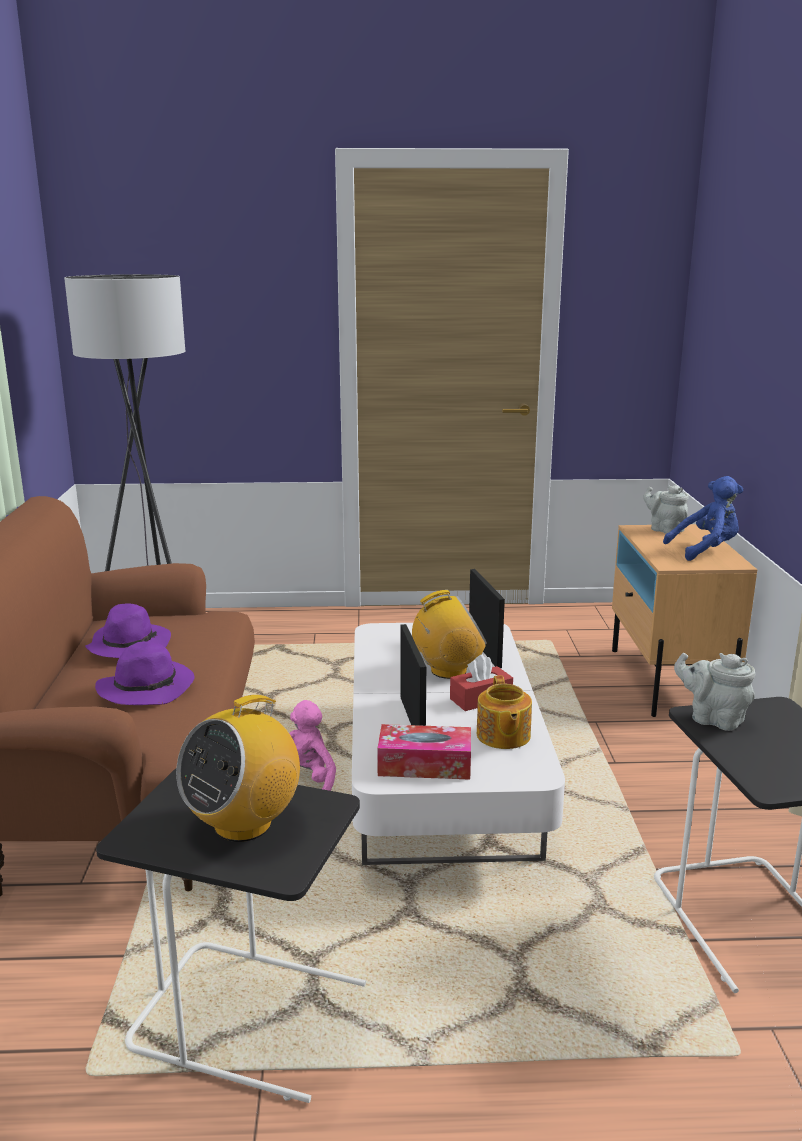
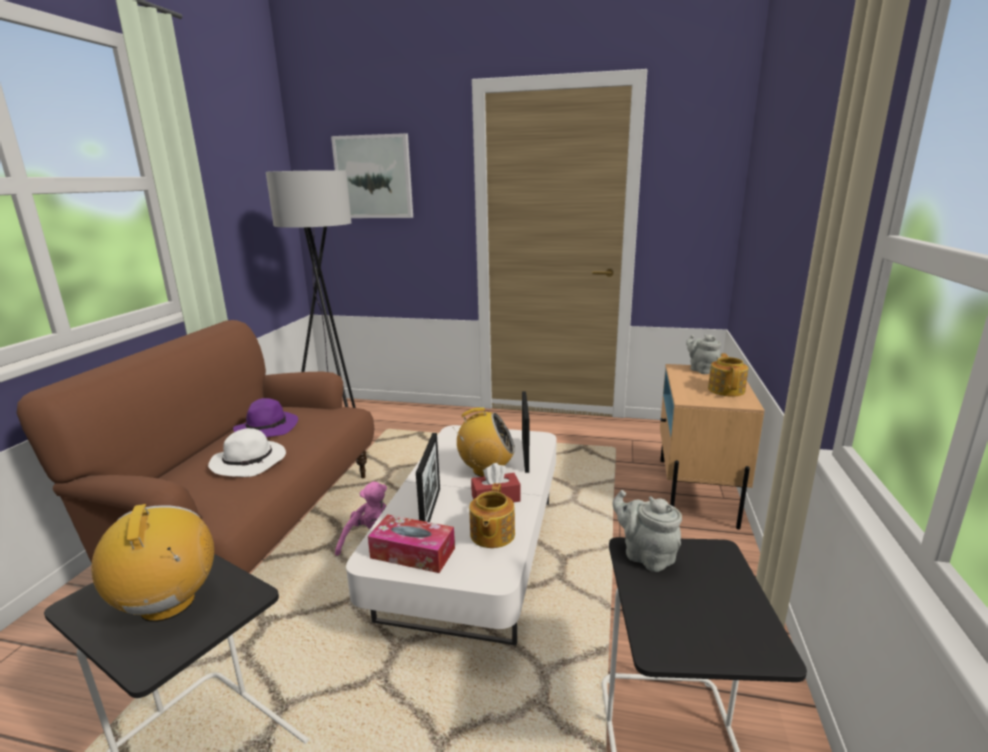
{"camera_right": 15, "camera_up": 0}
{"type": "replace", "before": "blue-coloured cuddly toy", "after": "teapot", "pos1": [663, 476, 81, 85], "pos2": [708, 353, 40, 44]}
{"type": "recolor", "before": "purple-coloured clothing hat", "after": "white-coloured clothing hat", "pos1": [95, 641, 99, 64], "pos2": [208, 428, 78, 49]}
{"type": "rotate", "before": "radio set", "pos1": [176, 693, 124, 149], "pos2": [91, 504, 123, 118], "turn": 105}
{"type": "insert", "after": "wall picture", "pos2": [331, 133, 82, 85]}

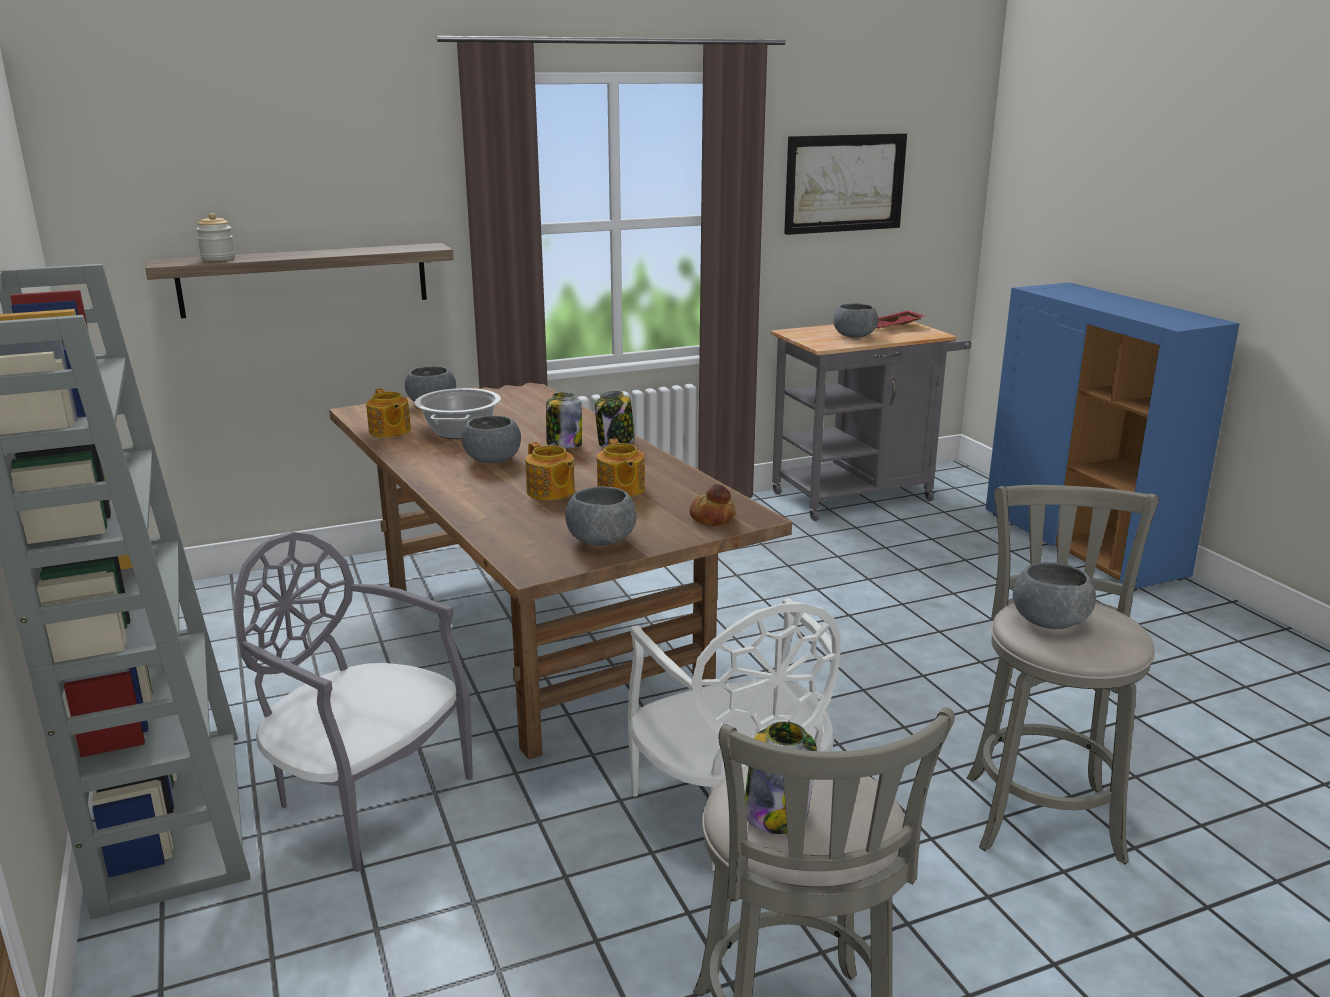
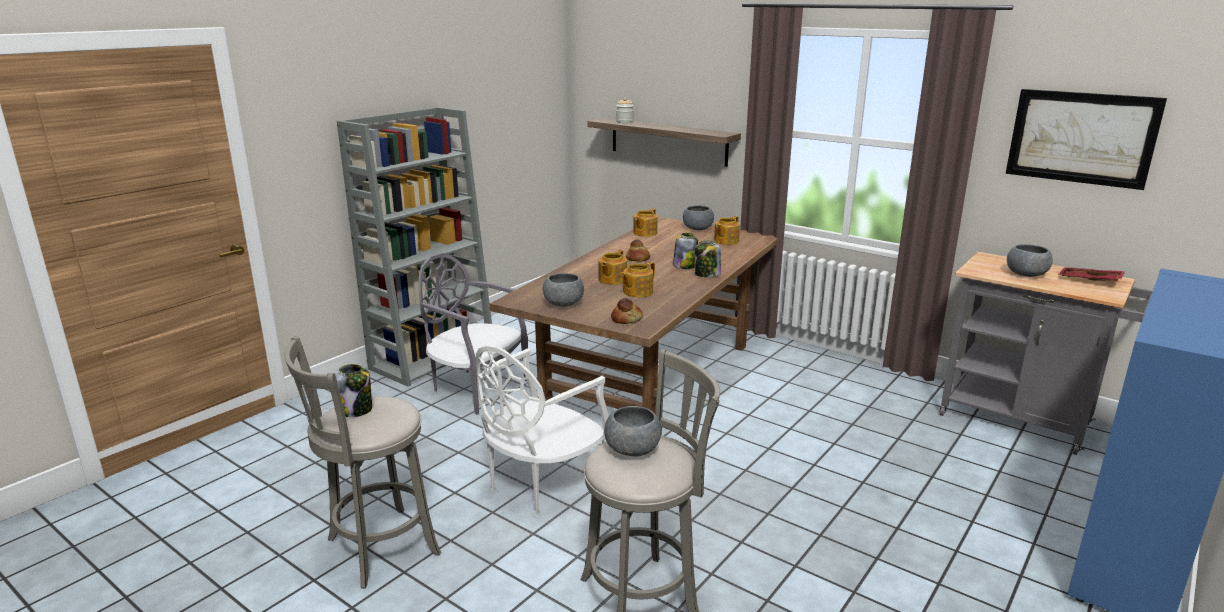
{"camera_right": 60, "camera_up": 0}
{"type": "delete", "before": "cooking pot", "pos1": [414, 388, 87, 51]}
{"type": "replace", "before": "greyish deep dish", "after": "baked bread", "pos1": [462, 416, 59, 47], "pos2": [626, 239, 24, 23]}
{"type": "rotate", "before": "greyish upright chair", "pos1": [235, 532, 238, 340], "pos2": [418, 253, 110, 162], "turn": -60}
{"type": "insert", "after": "teapot", "pos2": [714, 216, 26, 29]}

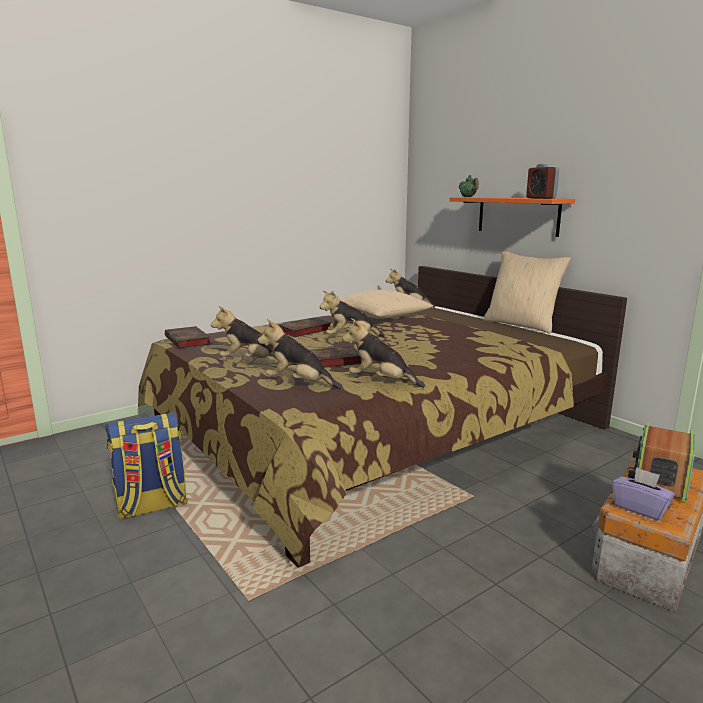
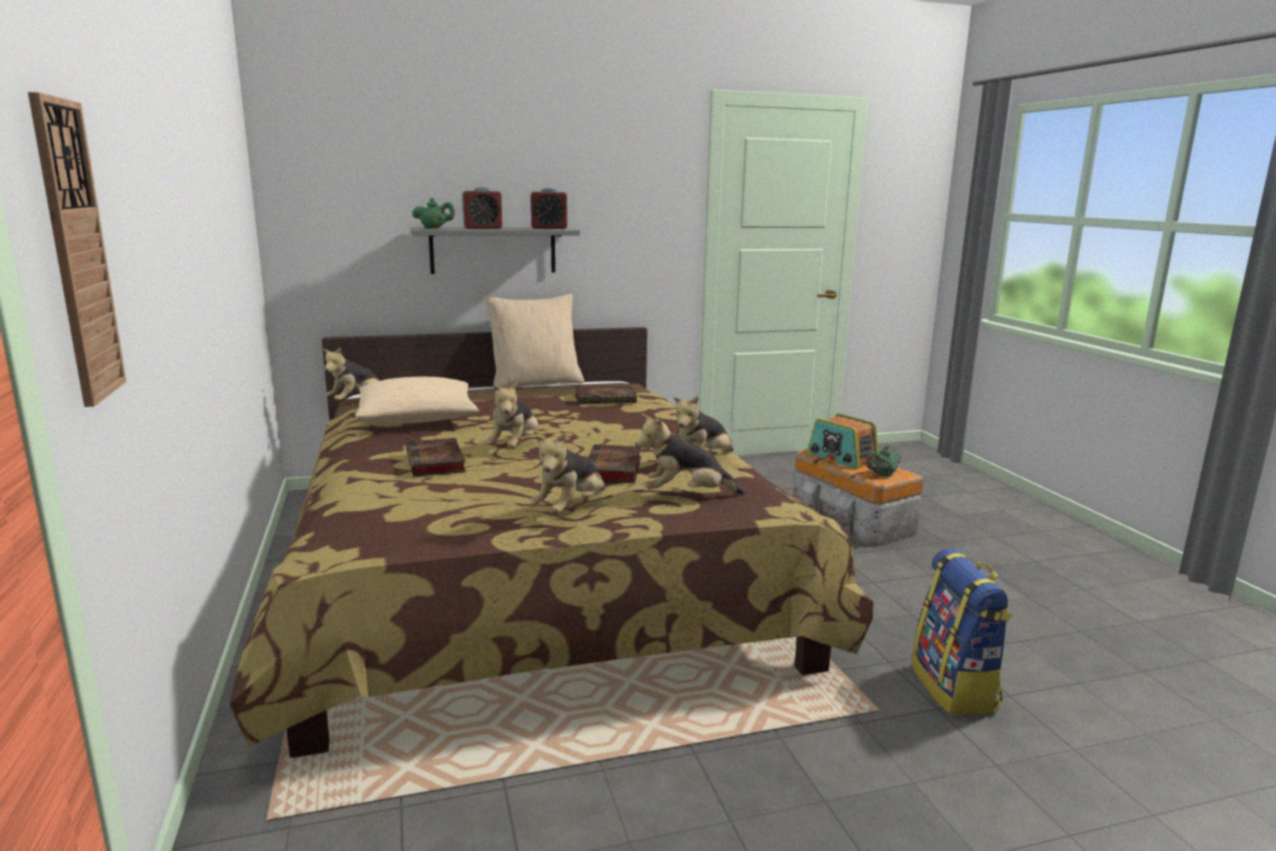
{"camera_right": -70, "camera_up": 0}
{"type": "recolor", "before": "orangey bracket shelf", "after": "greyish bracket shelf", "pos1": [449, 197, 126, 40], "pos2": [410, 227, 170, 47]}
{"type": "rotate", "before": "cuddly toy", "pos1": [258, 319, 85, 70], "pos2": [635, 414, 110, 80], "turn": 45}
{"type": "move", "before": "bound book", "pos1": [165, 326, 46, 22], "pos2": [574, 386, 63, 18]}
{"type": "move", "before": "rucksack", "pos1": [105, 412, 83, 108], "pos2": [912, 549, 100, 166]}
{"type": "replace", "before": "purple-coloured tissue holder", "after": "green teapot", "pos1": [612, 467, 63, 54], "pos2": [866, 446, 36, 30]}
{"type": "insert", "after": "hanging clock", "pos2": [28, 92, 99, 315]}
{"type": "insert", "after": "table clock", "pos2": [462, 187, 40, 42]}

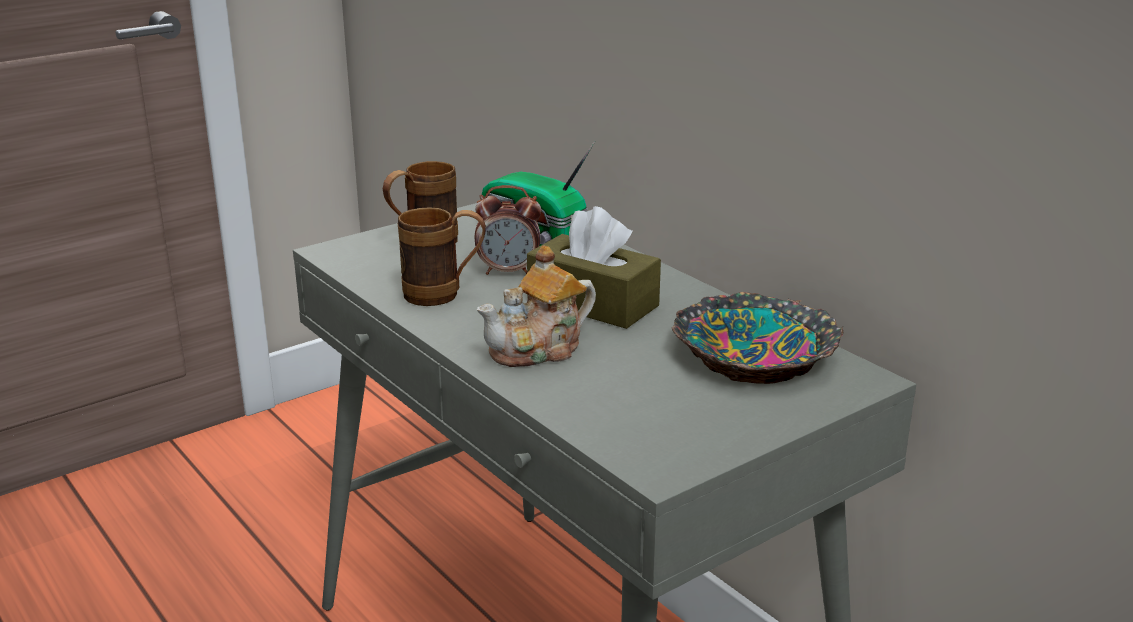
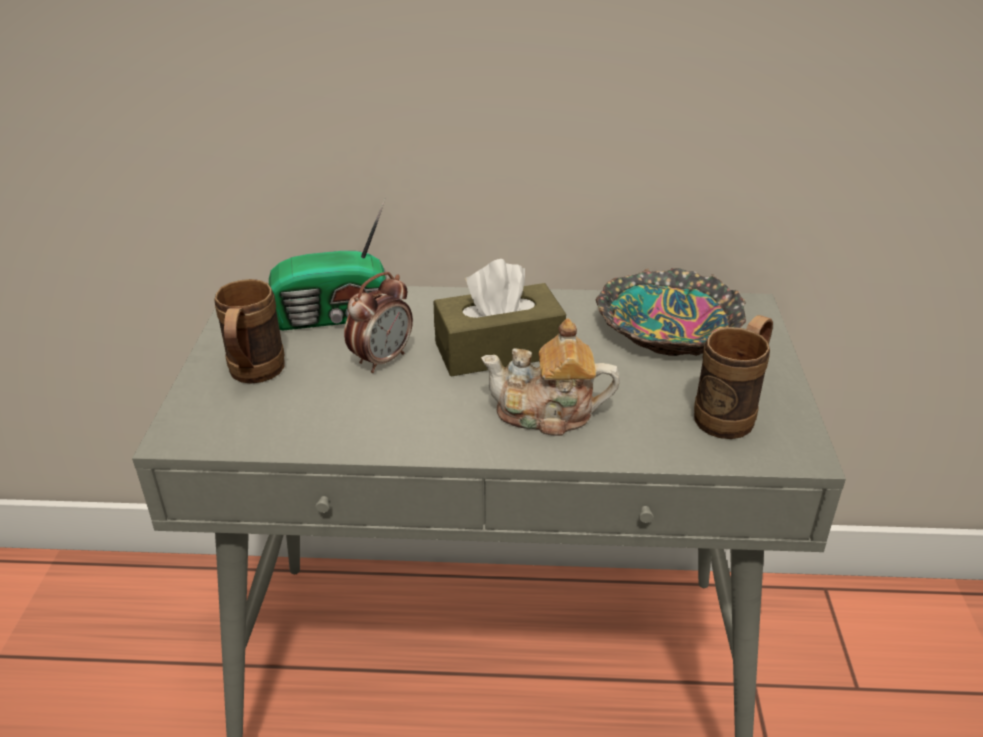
{"camera_right": -50, "camera_up": 10}
{"type": "move", "before": "brownish mug", "pos1": [398, 207, 88, 99], "pos2": [694, 315, 79, 124]}
{"type": "rotate", "before": "teapot", "pos1": [477, 245, 119, 122], "pos2": [481, 319, 139, 117], "turn": 90}

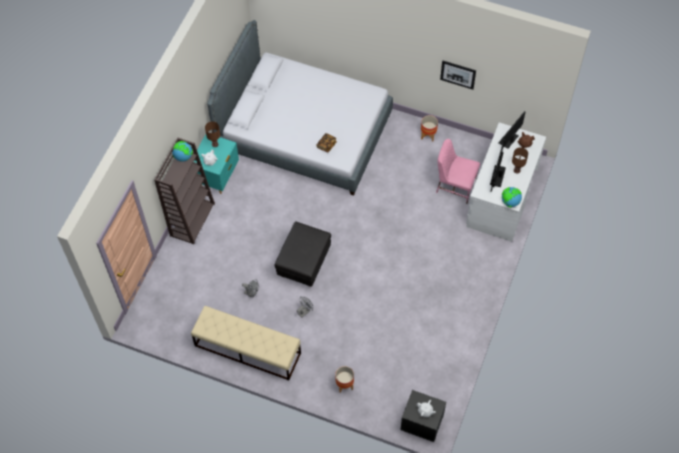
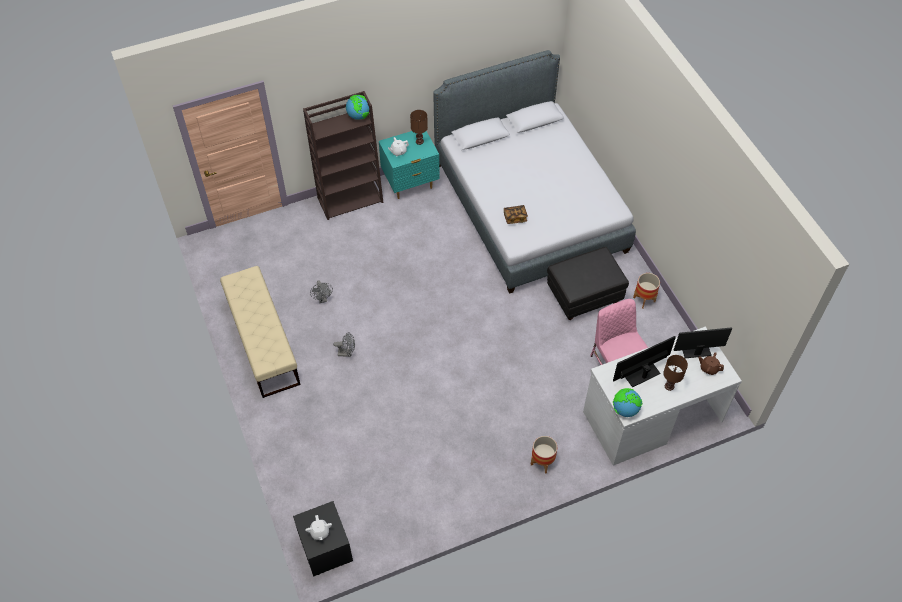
{"camera_right": 45, "camera_up": -5}
{"type": "delete", "before": "wall picture", "pos1": [440, 61, 36, 29]}
{"type": "move", "before": "black-coloured ottoman", "pos1": [275, 221, 56, 66], "pos2": [547, 247, 82, 73]}
{"type": "move", "before": "flower pot", "pos1": [335, 366, 19, 27], "pos2": [531, 436, 26, 38]}

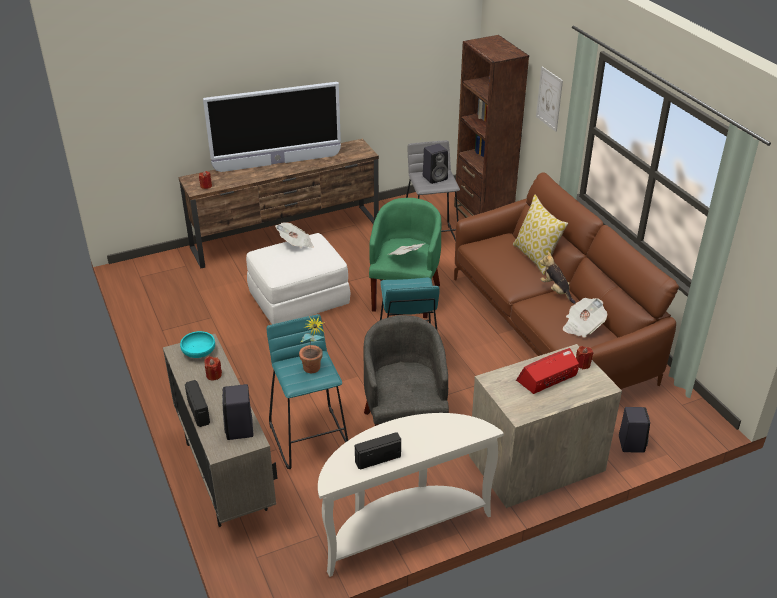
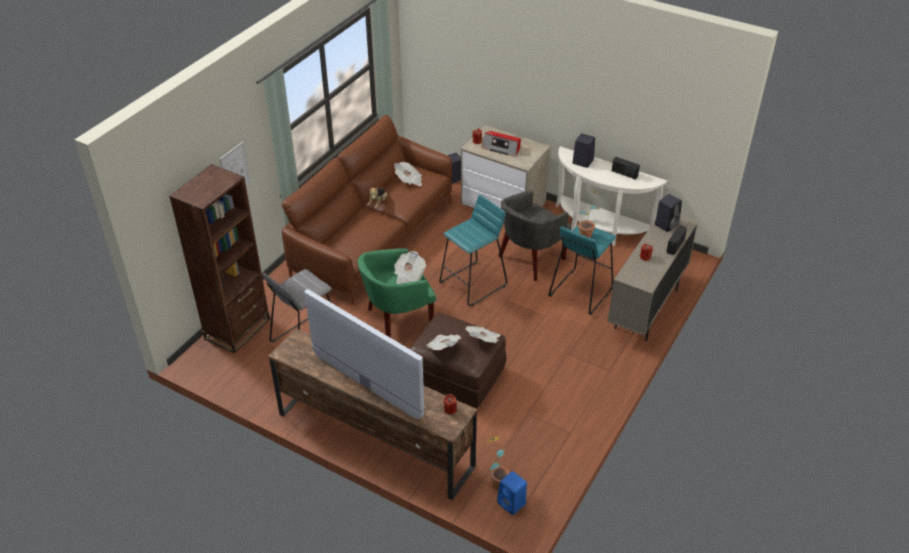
{"camera_right": -125, "camera_up": 5}
{"type": "move", "before": "black-coloured speaker", "pos1": [423, 144, 25, 40], "pos2": [573, 133, 22, 35]}
{"type": "delete", "before": "pillow", "pos1": [513, 195, 55, 80]}
{"type": "recolor", "before": "white-coloured ottoman", "after": "brownish ottoman", "pos1": [246, 233, 104, 91], "pos2": [410, 312, 97, 96]}
{"type": "delete", "before": "blue-green deep dish", "pos1": [180, 331, 35, 27]}
{"type": "insert", "after": "daily paper", "pos2": [466, 326, 35, 17]}
{"type": "insert", "after": "houseplant", "pos2": [486, 436, 23, 53]}
{"type": "insert", "after": "blue-coloured speaker", "pos2": [497, 471, 30, 44]}

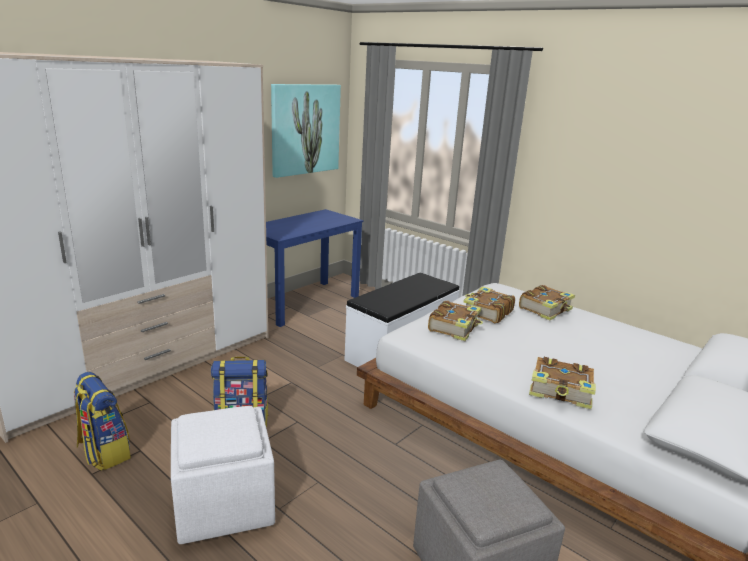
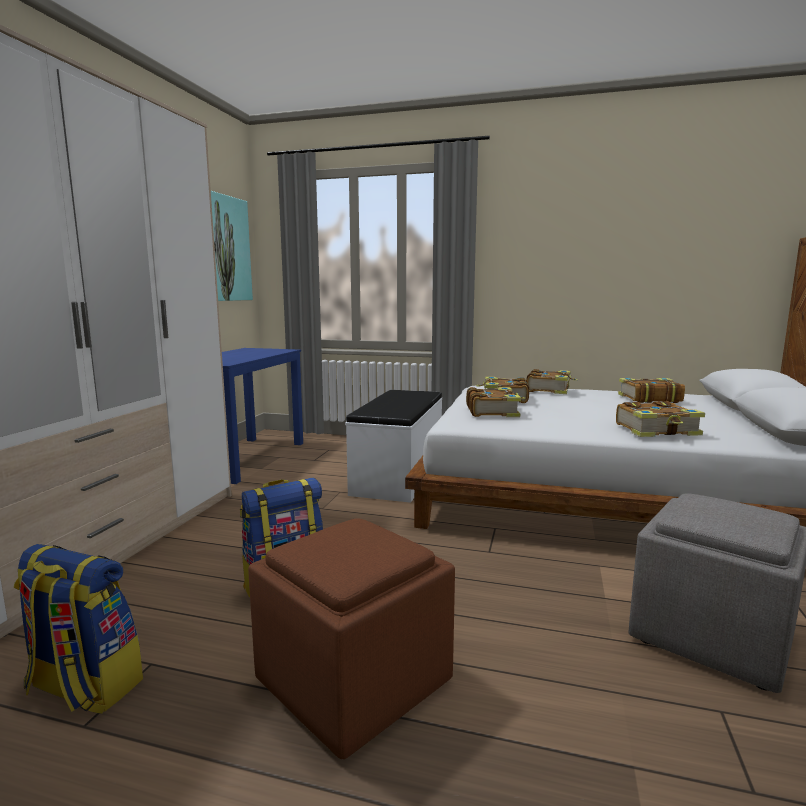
{"camera_right": -25, "camera_up": -10}
{"type": "recolor", "before": "white-coloured ottoman", "after": "brownish ottoman", "pos1": [171, 406, 104, 138], "pos2": [248, 518, 207, 241]}
{"type": "insert", "after": "bound book", "pos2": [618, 378, 67, 25]}

